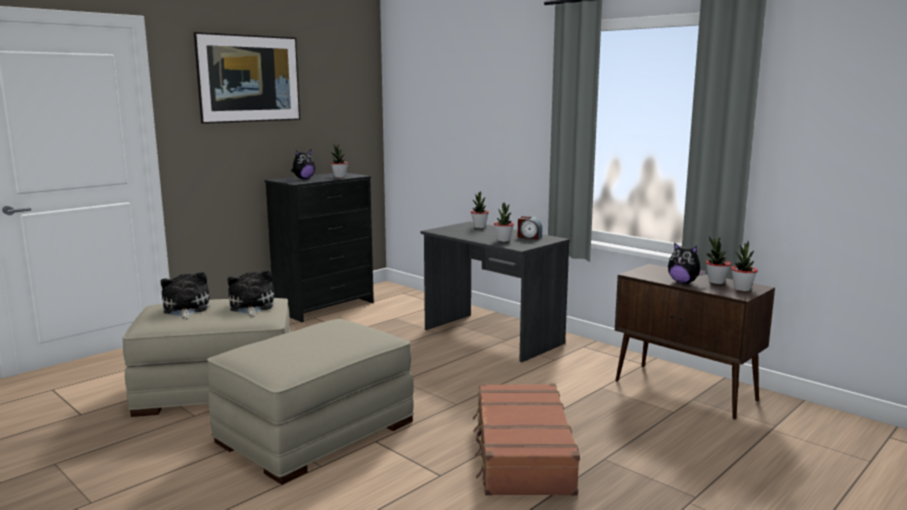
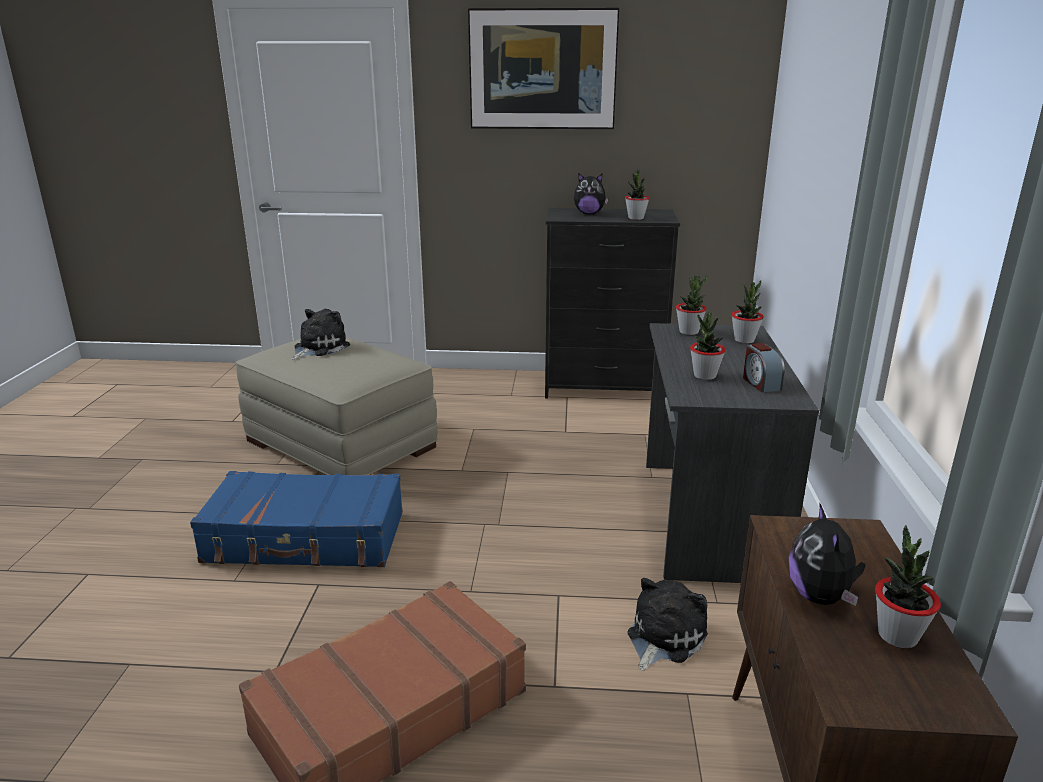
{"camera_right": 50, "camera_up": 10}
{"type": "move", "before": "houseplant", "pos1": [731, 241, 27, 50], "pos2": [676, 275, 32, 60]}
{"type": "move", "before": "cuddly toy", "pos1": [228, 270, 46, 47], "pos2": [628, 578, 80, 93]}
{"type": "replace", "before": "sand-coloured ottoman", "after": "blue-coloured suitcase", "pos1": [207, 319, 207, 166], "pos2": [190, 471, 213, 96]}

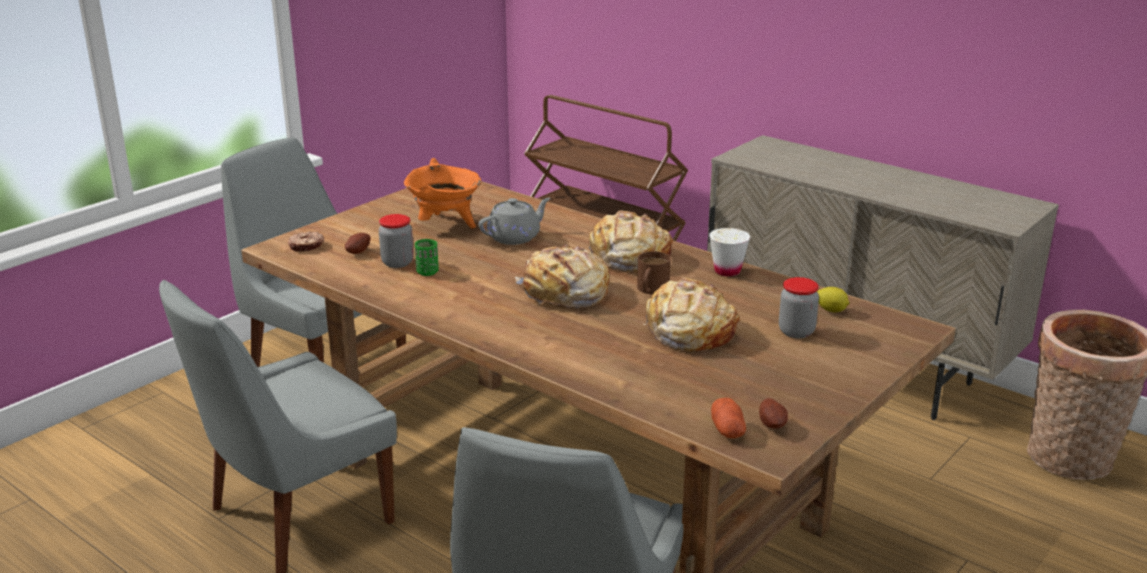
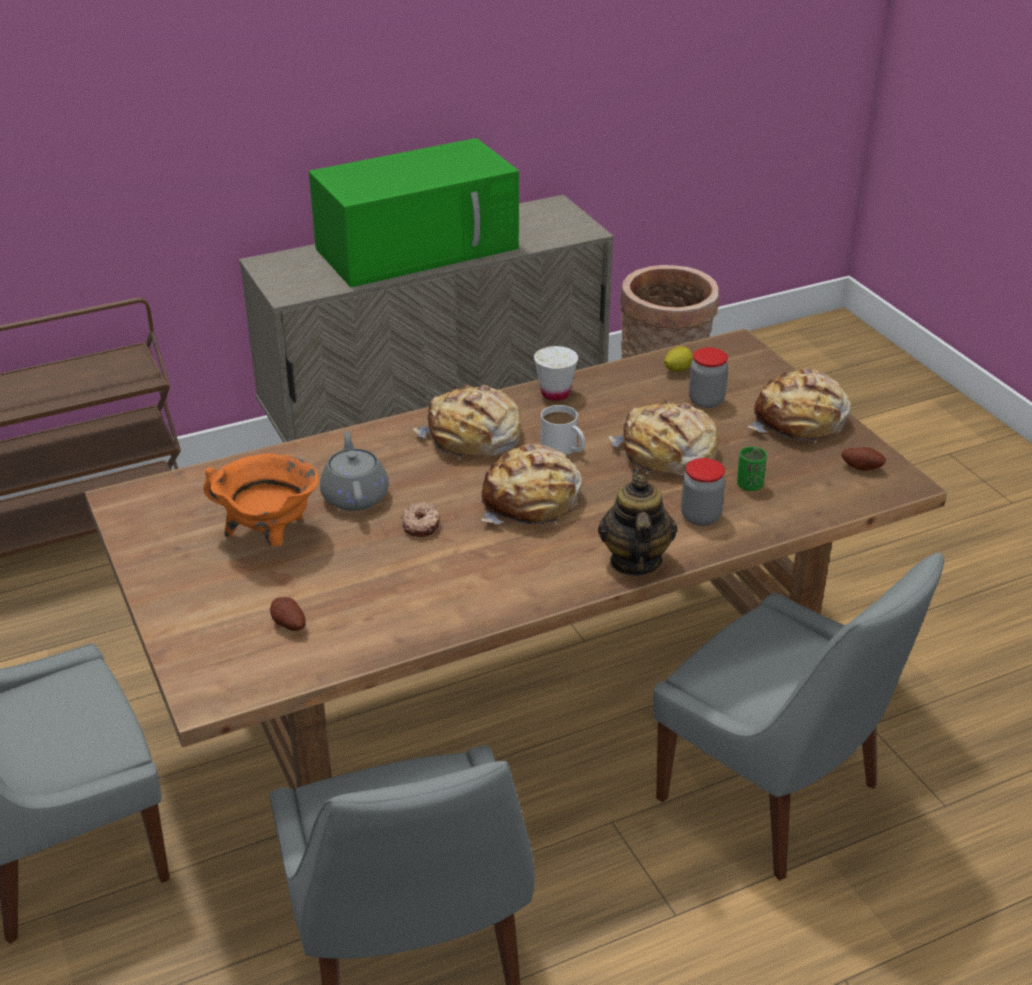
{"camera_right": -65, "camera_up": 10}
{"type": "move", "before": "preserve jar", "pos1": [379, 214, 35, 54], "pos2": [681, 458, 44, 68]}
{"type": "move", "before": "ring doughnut", "pos1": [288, 231, 36, 20], "pos2": [401, 502, 39, 35]}
{"type": "move", "before": "green drinking cup", "pos1": [415, 239, 24, 37], "pos2": [737, 447, 30, 44]}
{"type": "recolor", "before": "brownish mug", "after": "white-coloured mug", "pos1": [637, 251, 34, 44], "pos2": [541, 405, 44, 50]}
{"type": "delete", "before": "spud", "pos1": [711, 398, 35, 40]}
{"type": "insert", "after": "green kitchen microwave", "pos2": [309, 138, 210, 149]}
{"type": "insert", "after": "baked bread", "pos2": [748, 368, 103, 75]}
{"type": "insert", "after": "teapot", "pos2": [598, 469, 79, 107]}

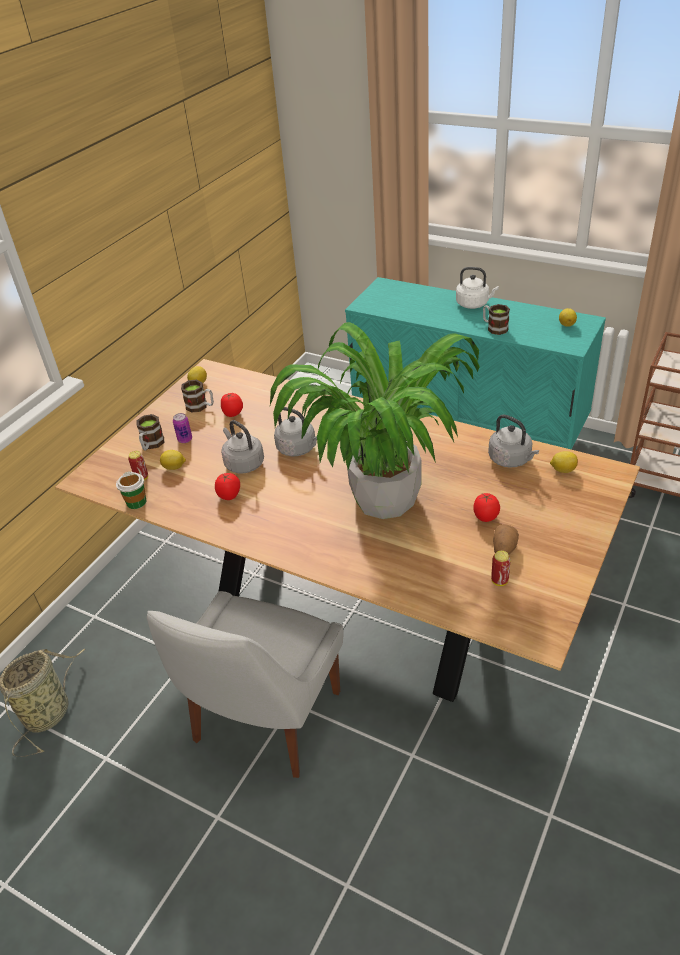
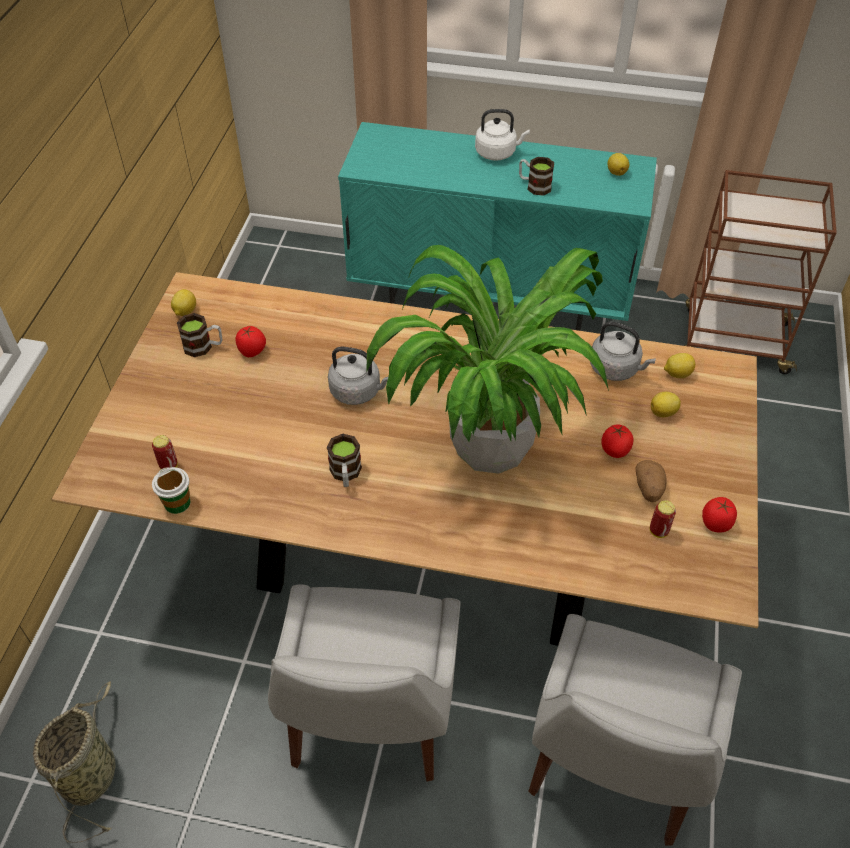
{"camera_right": -20, "camera_up": 10}
{"type": "delete", "before": "metal can", "pos1": [173, 413, 19, 30]}
{"type": "move", "before": "mug", "pos1": [137, 414, 27, 37], "pos2": [327, 434, 35, 53]}
{"type": "delete", "before": "greyish water kettle", "pos1": [221, 420, 43, 53]}
{"type": "move", "before": "whole lemon", "pos1": [160, 450, 26, 20], "pos2": [651, 392, 30, 25]}
{"type": "move", "before": "whole tomato", "pos1": [215, 473, 25, 27], "pos2": [702, 497, 35, 36]}
{"type": "insert", "after": "white-coloured upright chair", "pos2": [528, 614, 214, 232]}

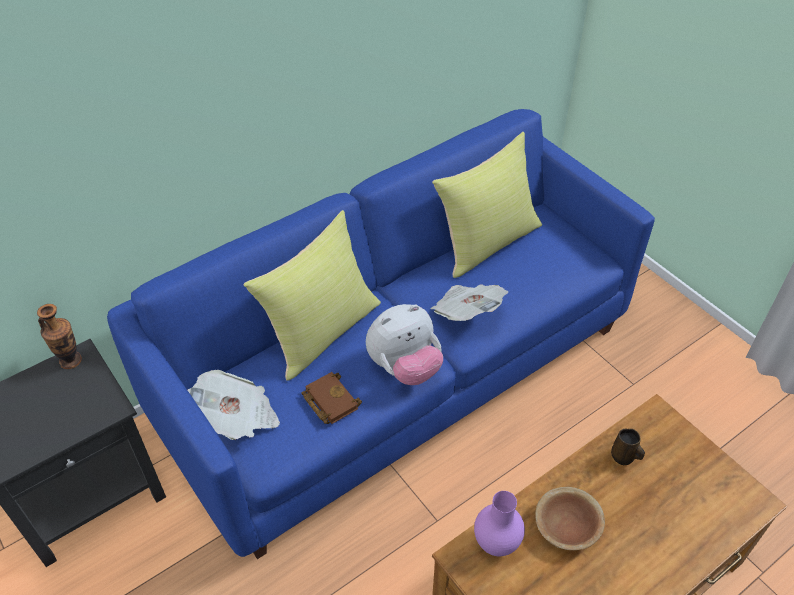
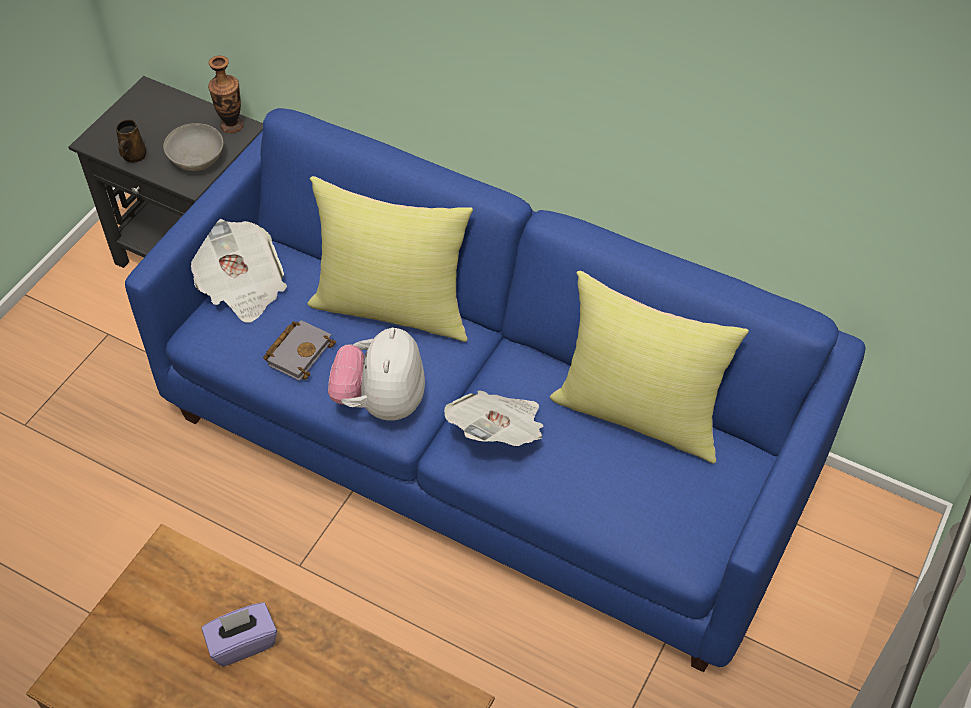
{"camera_right": 65, "camera_up": 5}
{"type": "rotate", "before": "cuddly toy", "pos1": [366, 304, 77, 81], "pos2": [328, 327, 97, 94], "turn": 60}
{"type": "recolor", "before": "brownish bound book", "after": "greyish bound book", "pos1": [301, 372, 61, 52], "pos2": [263, 320, 73, 61]}
{"type": "move", "before": "brownish mug", "pos1": [611, 429, 34, 36], "pos2": [116, 119, 30, 44]}
{"type": "replace", "before": "brownish deep dish", "after": "purple-coloured tissue holder", "pos1": [535, 487, 70, 63], "pos2": [202, 602, 75, 65]}
{"type": "delete", "before": "purple-coloured flower vase", "pos1": [474, 491, 51, 65]}
{"type": "insert", "after": "greyish deep dish", "pos2": [163, 123, 61, 48]}

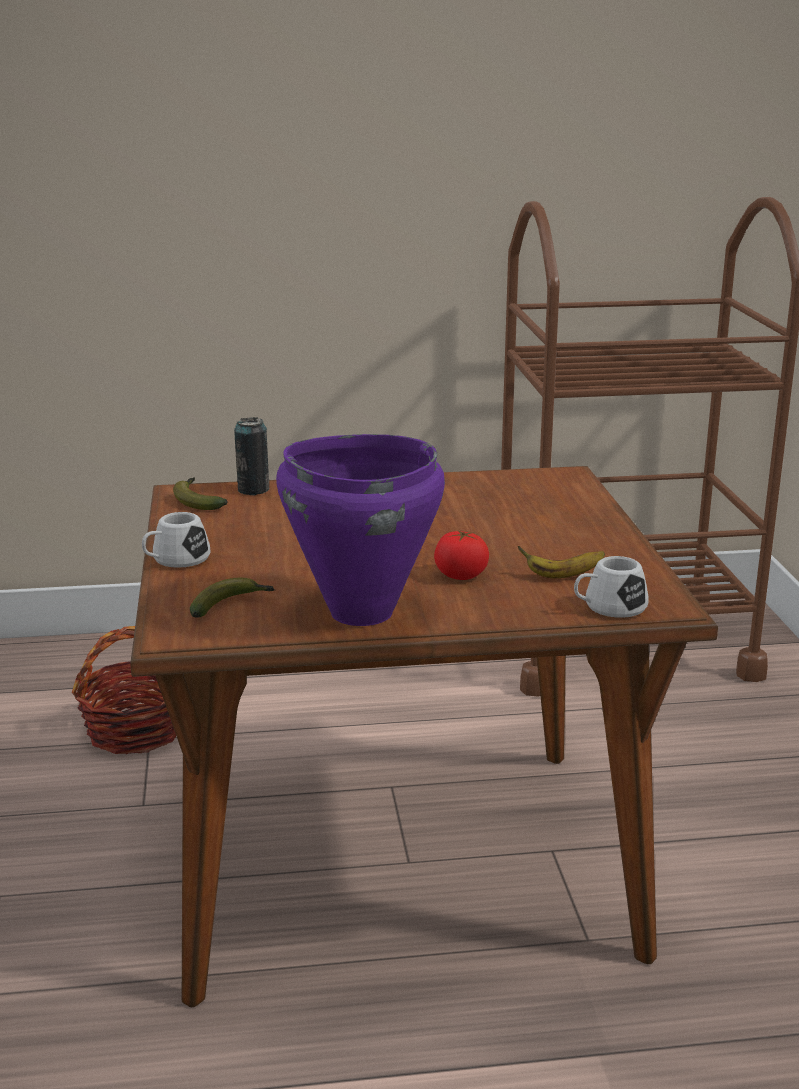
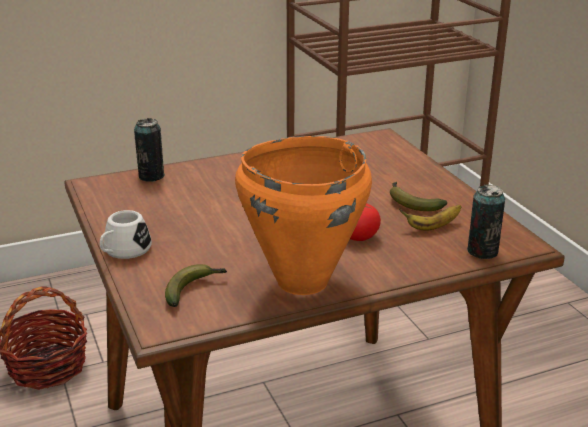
{"camera_right": -15, "camera_up": 5}
{"type": "recolor", "before": "purple-coloured cooking pot", "after": "orangey cooking pot", "pos1": [276, 434, 169, 192], "pos2": [235, 136, 137, 159]}
{"type": "move", "before": "whole banana", "pos1": [173, 477, 55, 33], "pos2": [390, 182, 57, 29]}
{"type": "replace", "before": "white-coloured mug", "after": "metal can", "pos1": [574, 556, 75, 62], "pos2": [467, 184, 38, 75]}

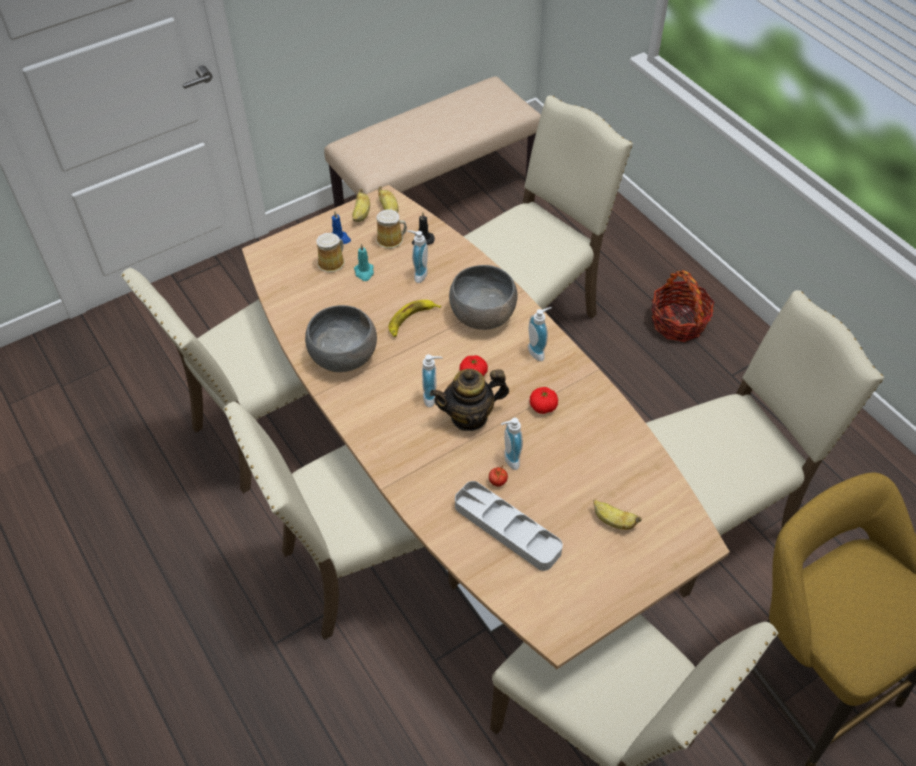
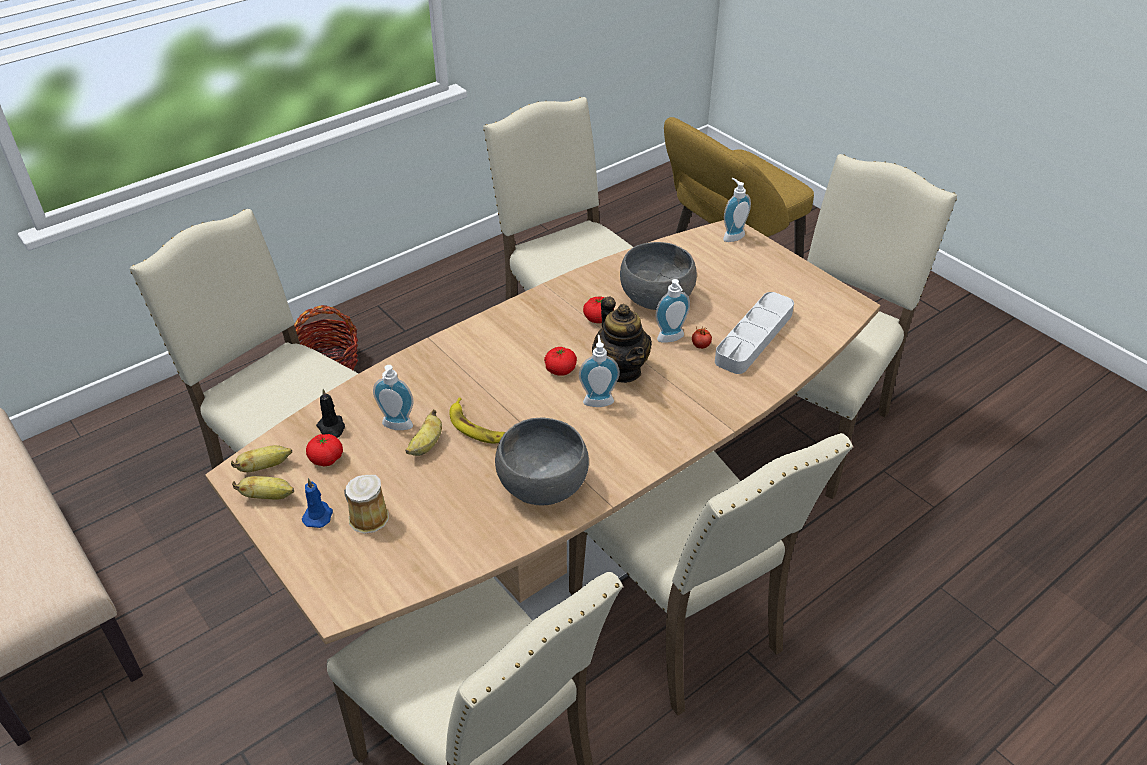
{"camera_right": -95, "camera_up": -10}
{"type": "replace", "before": "mug", "after": "whole tomato", "pos1": [376, 210, 31, 39], "pos2": [306, 434, 37, 33]}
{"type": "delete", "before": "blue-green candle", "pos1": [354, 244, 20, 37]}
{"type": "move", "before": "greyish deep dish", "pos1": [449, 265, 68, 65], "pos2": [620, 242, 77, 68]}
{"type": "move", "before": "soap dispenser", "pos1": [528, 307, 24, 54], "pos2": [723, 178, 28, 64]}
{"type": "move", "before": "whole banana", "pos1": [593, 500, 49, 30], "pos2": [405, 409, 37, 47]}

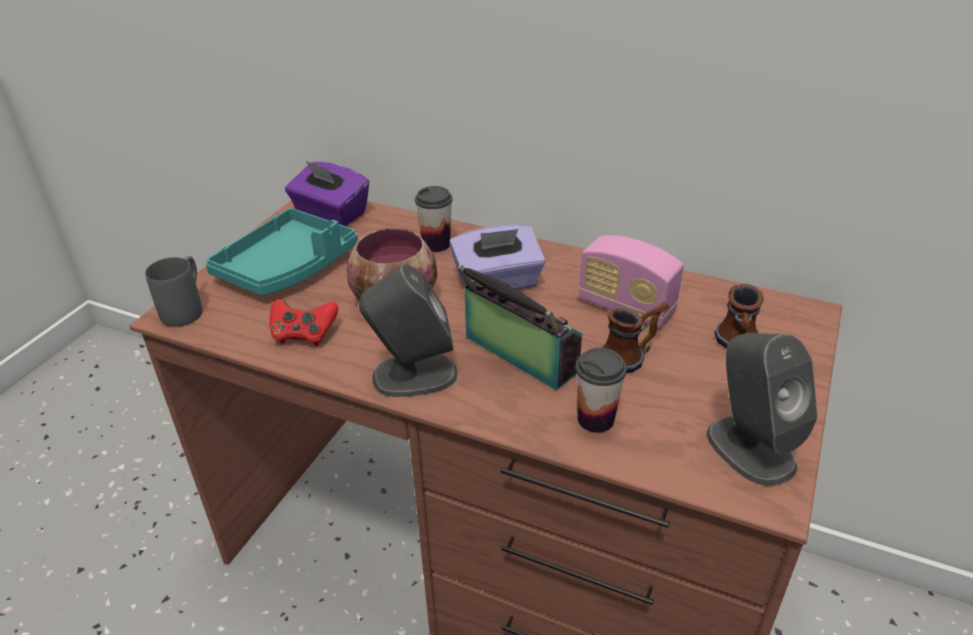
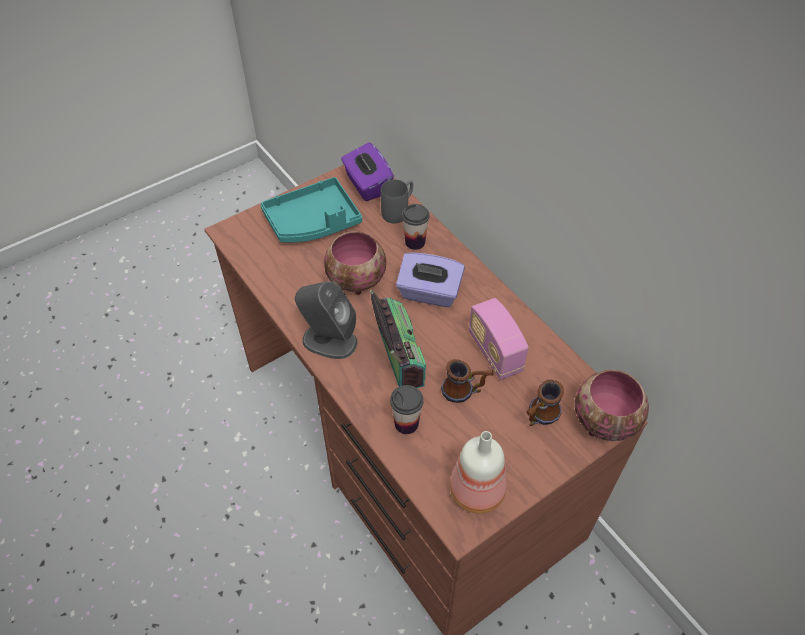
{"camera_right": 30, "camera_up": 15}
{"type": "move", "before": "greyish mug", "pos1": [145, 256, 58, 71], "pos2": [381, 179, 32, 44]}
{"type": "delete", "before": "red gamepad", "pos1": [270, 299, 68, 47]}
{"type": "replace", "before": "greyish speaker", "after": "beverage bottle", "pos1": [707, 333, 111, 153], "pos2": [450, 431, 57, 83]}
{"type": "insert", "after": "deep dish", "pos2": [575, 370, 74, 71]}

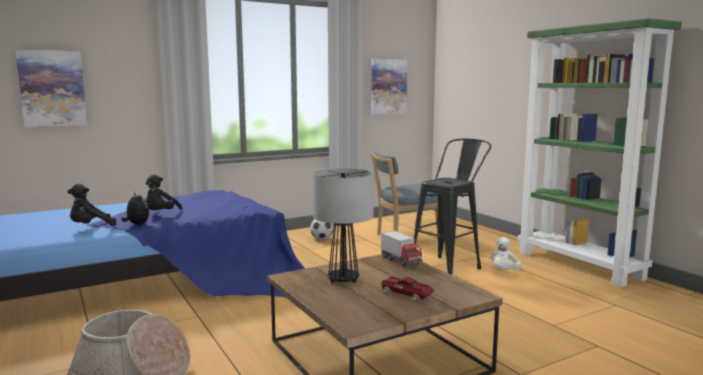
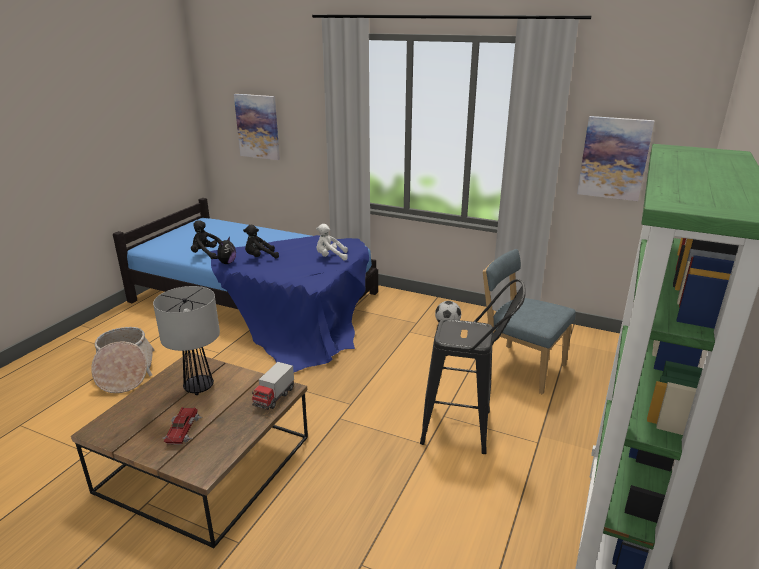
{"camera_right": 55, "camera_up": 15}
{"type": "move", "before": "white-coloured cuddly toy", "pos1": [490, 237, 32, 33], "pos2": [316, 224, 32, 37]}

